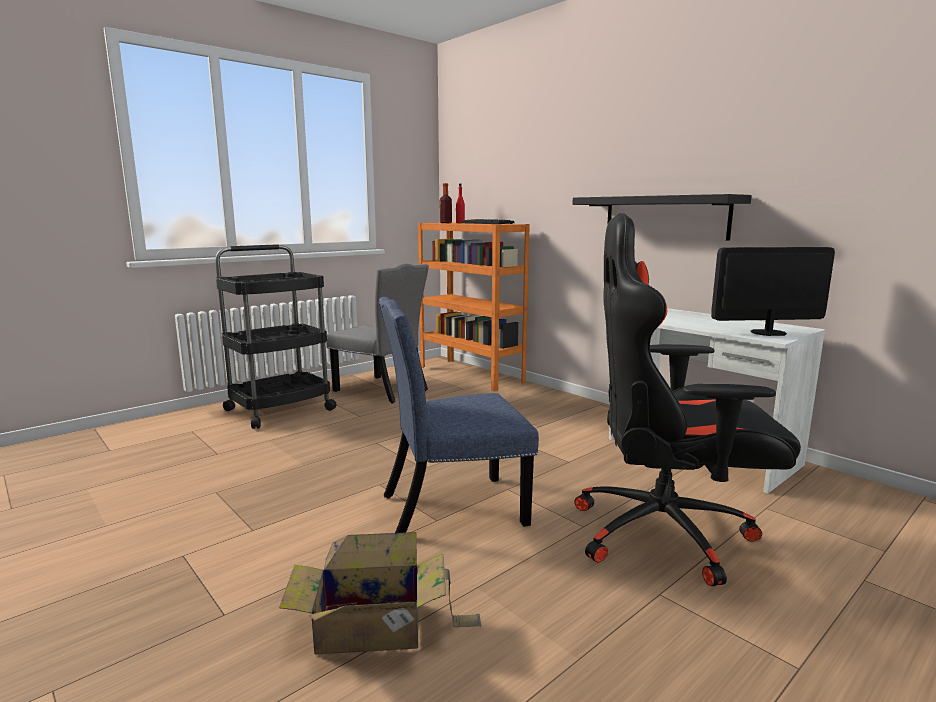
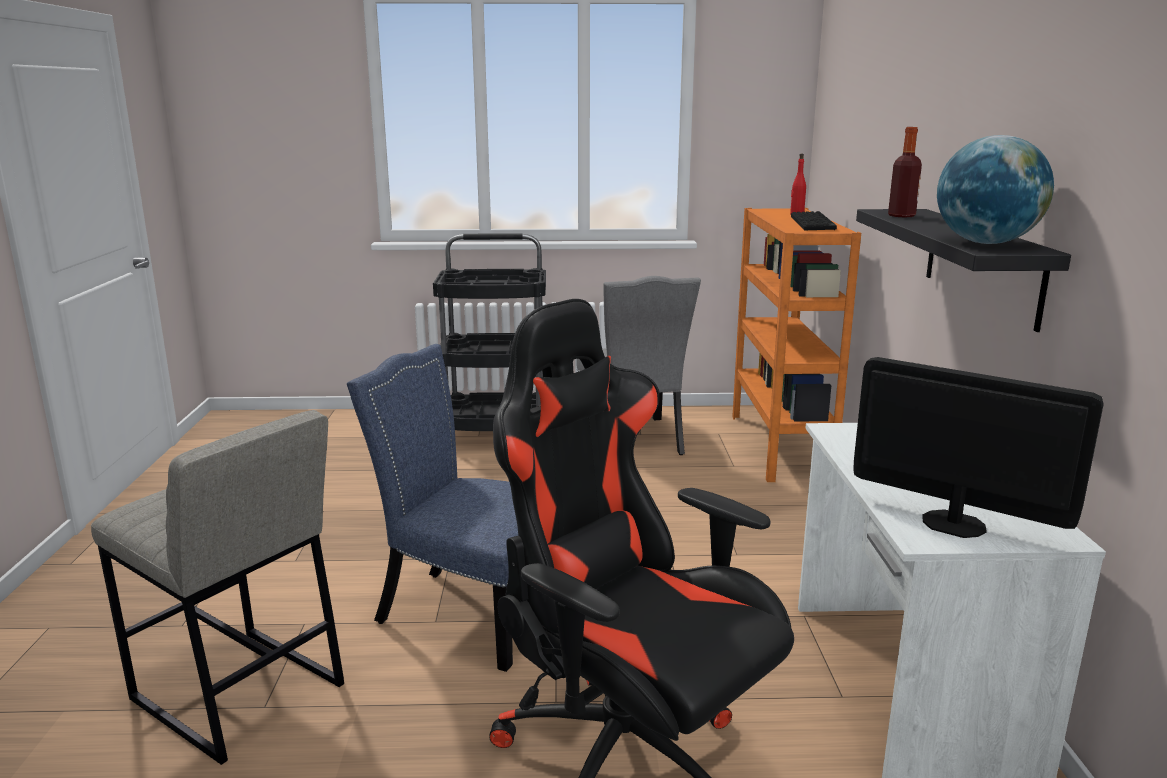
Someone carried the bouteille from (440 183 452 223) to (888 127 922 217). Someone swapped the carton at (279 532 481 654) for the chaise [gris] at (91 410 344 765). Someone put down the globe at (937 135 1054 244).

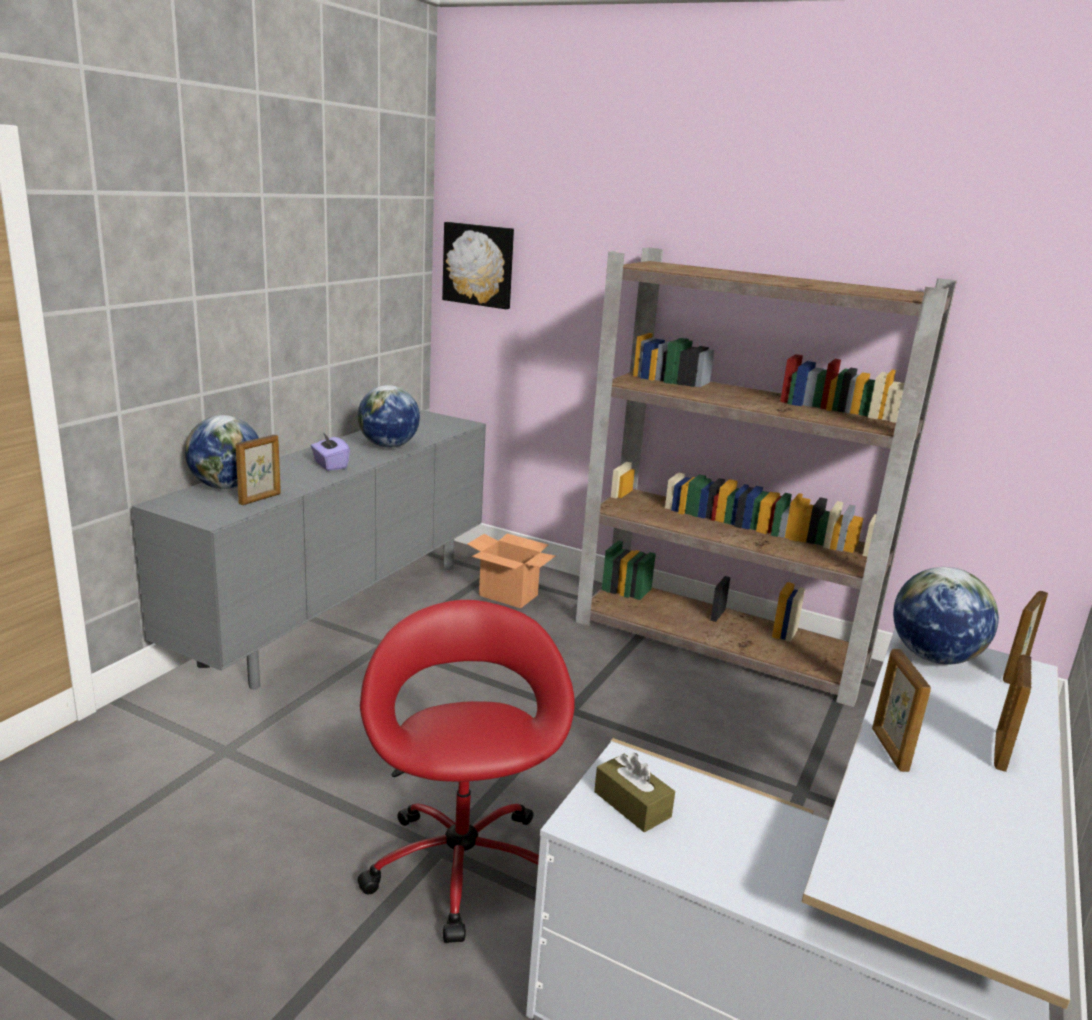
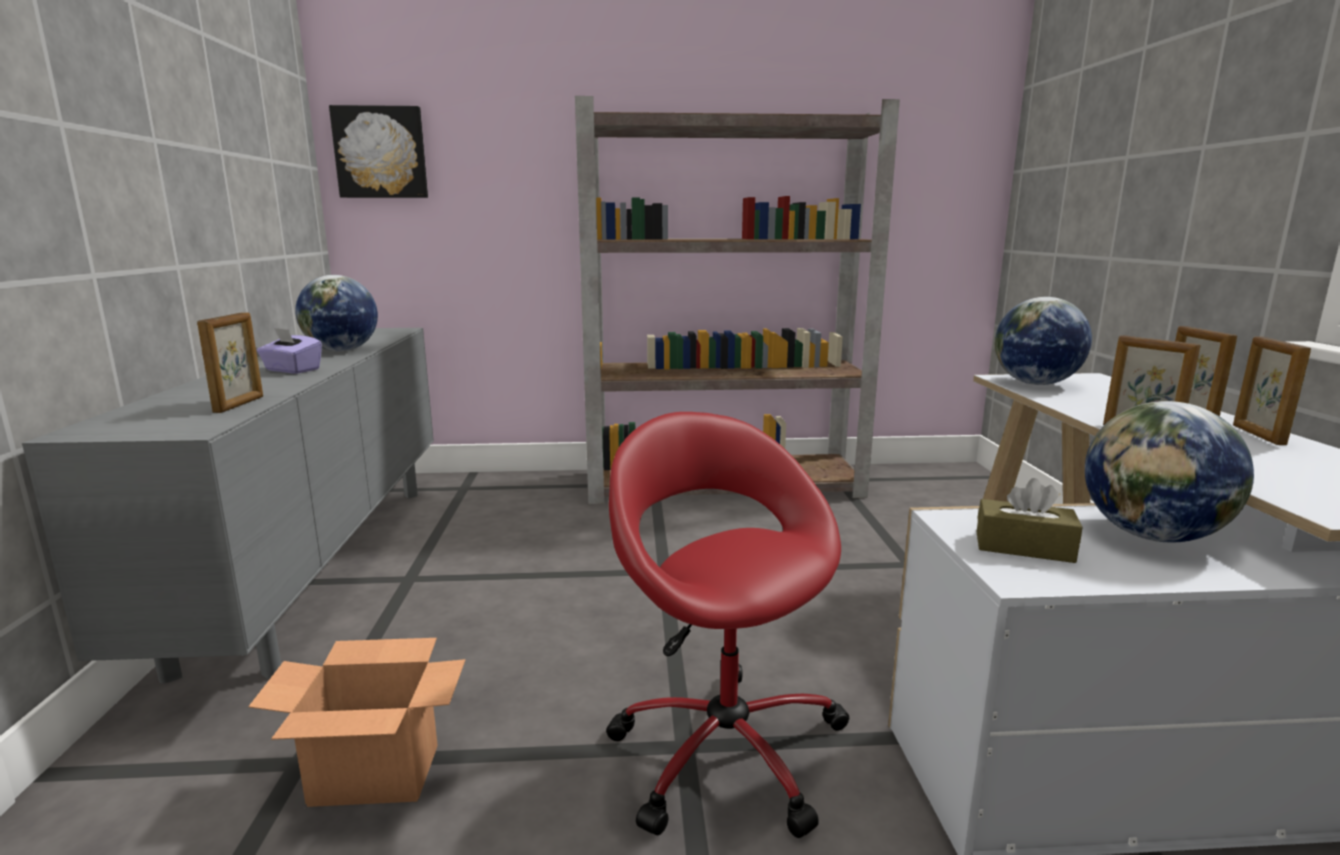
Someone carried the globe from (185 415 259 489) to (1085 401 1254 543). Someone carried the carton from (467 533 555 608) to (248 638 465 807). Someone carried the cadre photo from (1003 591 1048 684) to (1233 336 1311 445).

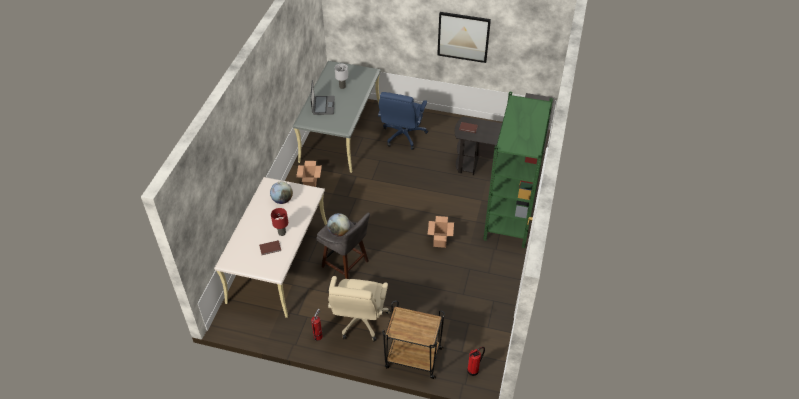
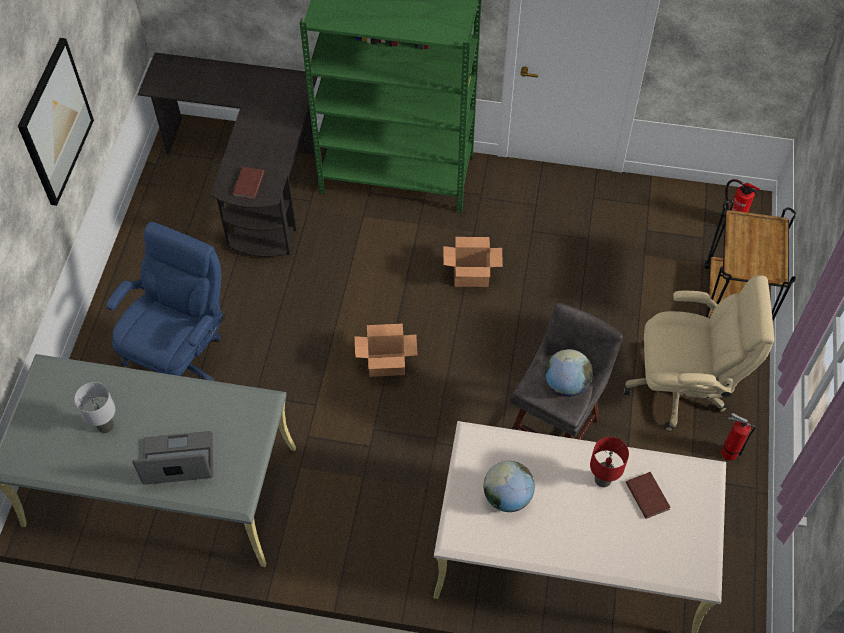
Someone rotated the chaise de bureau [bleu] at (378 92 428 150) by 75 degrees counterclockwise. Someone carried the carton from (296 161 322 187) to (355 324 418 377).

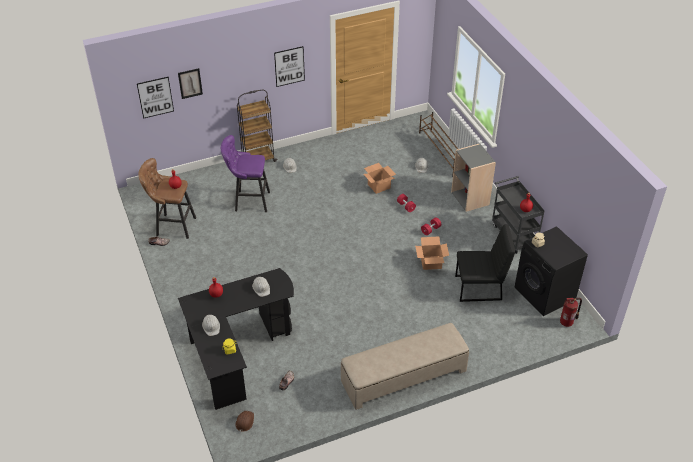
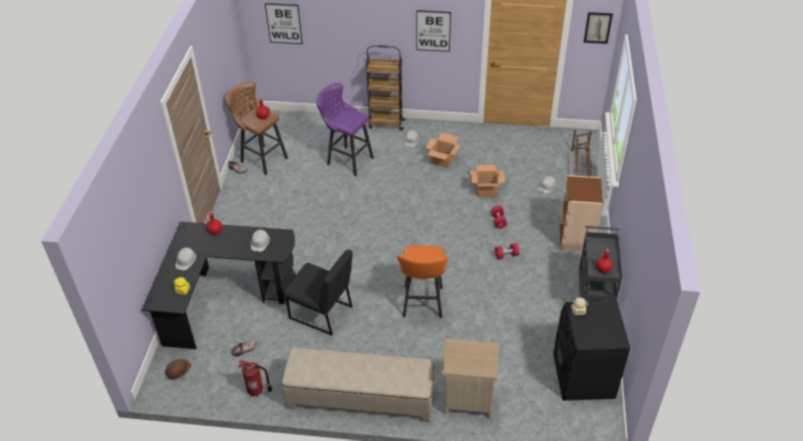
Someone carried the tableau from (178 68 203 99) to (584 12 613 44). Someone repainted the bibliothèque [gris] at (451 143 496 212), which became the bibliothèque [marron] at (560 175 603 252). Someone carried the chaise [noir] from (455 224 515 302) to (283 249 353 336). Someone carried the carton from (415 236 449 270) to (425 132 461 168). Someone carried the extincteur from (560 298 582 327) to (238 360 272 396). Someone put down the tabouret [orange] at (397 245 448 318). Someone put down the table de chevet [beige] at (442 339 499 419).

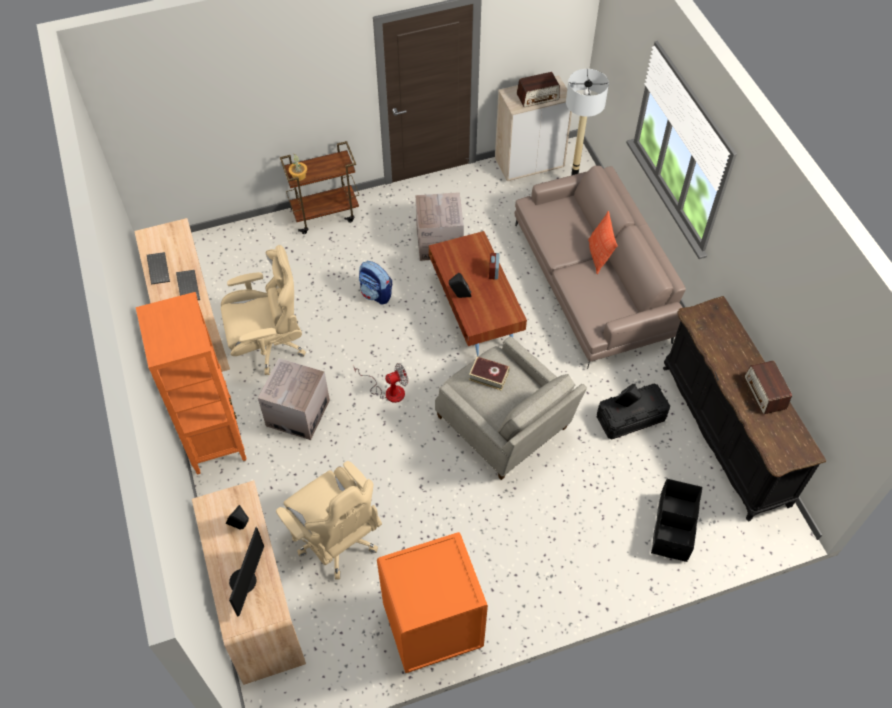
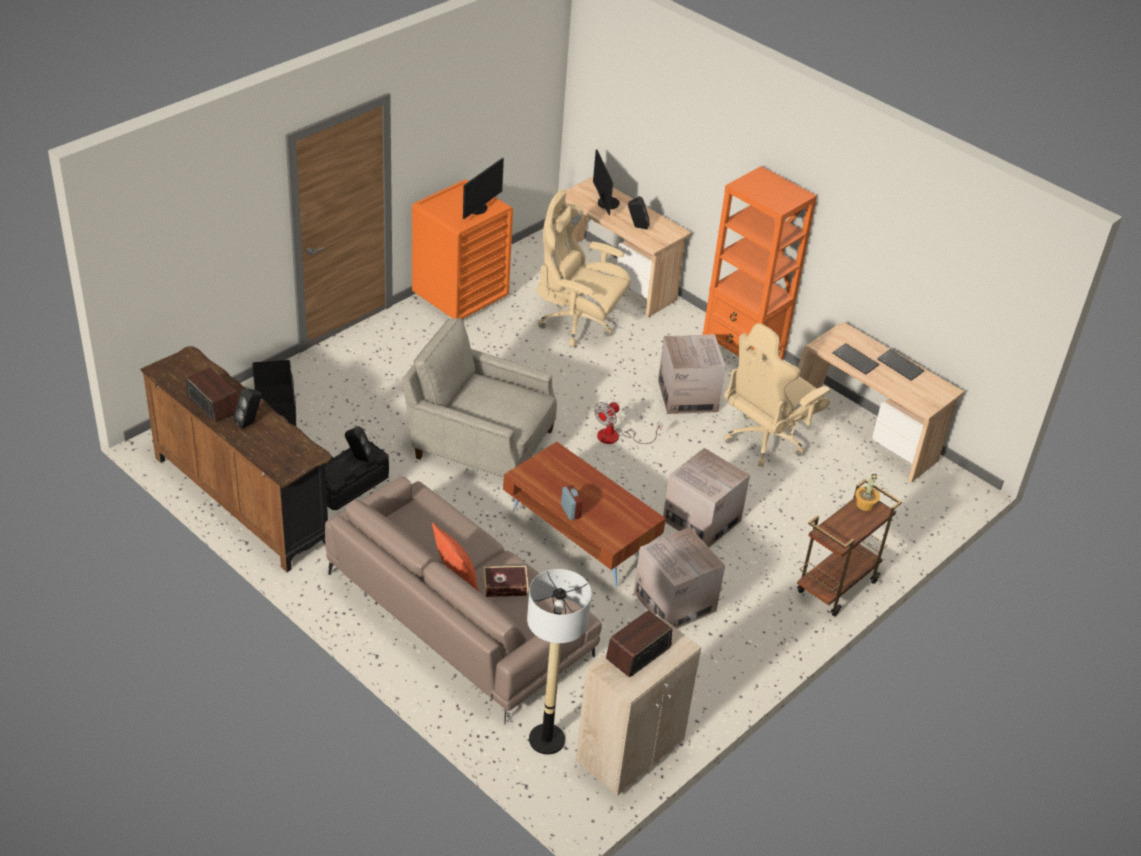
Someone swapped the sac à dos at (359 261 392 305) for the carton at (663 448 750 547). Someone carried the enceinte [noir] from (449 273 471 298) to (233 388 261 429). Someone carried the livre from (469 356 510 391) to (483 566 528 597). Someone put down the écran d'ordinateur at (463 158 504 219).

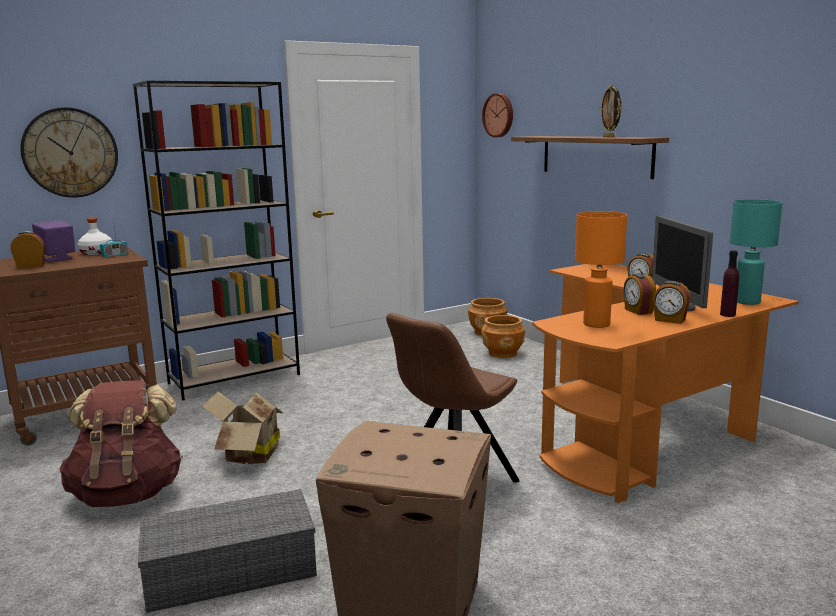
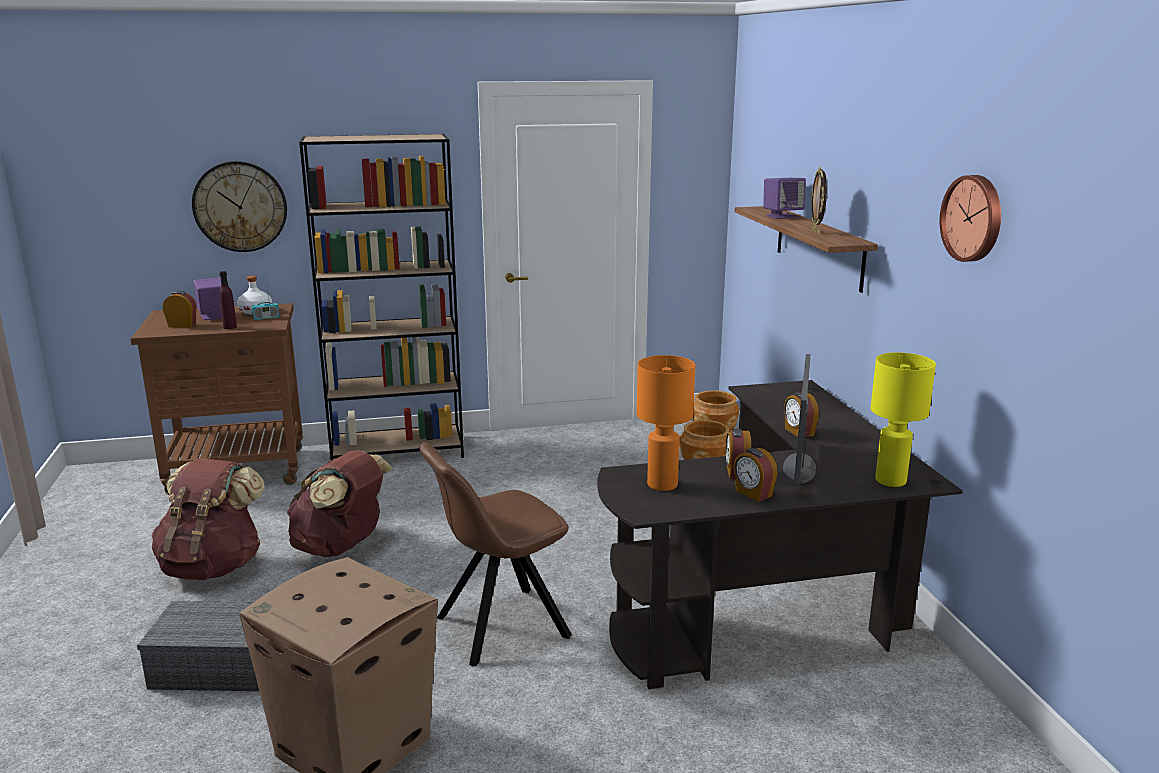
Someone carried the horloge murale from (482 93 513 137) to (940 175 1001 262). Someone repainted the lampe de table [turquoise] at (730 199 782 305), which became the lampe de table [jaune] at (870 352 936 487). Someone carried the bouteille [violet] from (720 250 739 317) to (219 271 237 329). Someone repainted the bureau [orange] at (532 264 799 503), which became the bureau [noir] at (597 380 963 689). Someone swapped the carton at (202 392 283 464) for the sac à dos [marron] at (287 450 393 557). Someone put down the enceinte [violet] at (763 178 806 219).

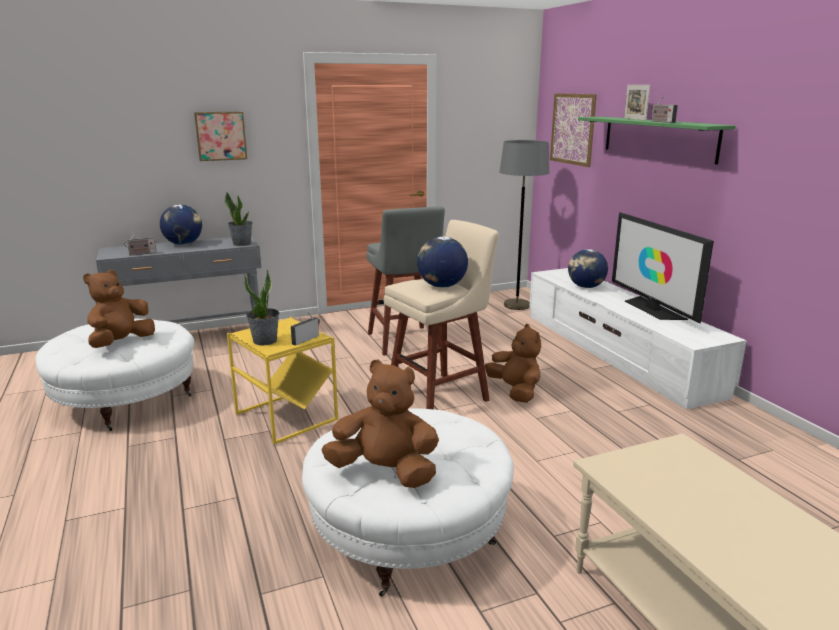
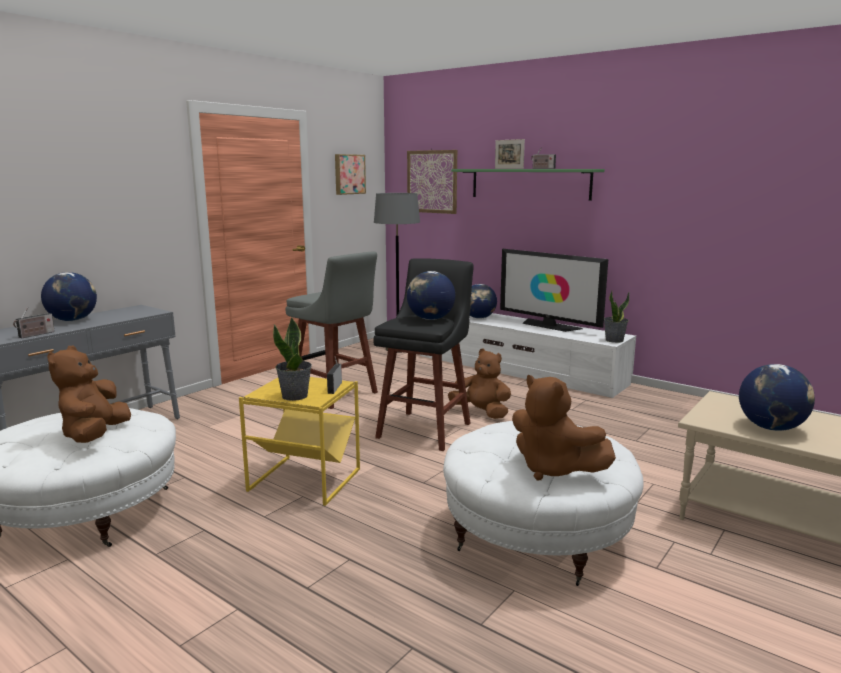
Someone carried the tableau from (194 112 247 161) to (335 154 366 195). Someone carried the plante en pot from (225 191 253 246) to (604 290 630 343). Someone repainted the tabouret [beige] at (384 220 499 409), which became the tabouret [noir] at (374 258 474 451). Someone rotated the peluche [marron] at (321 360 439 488) by 120 degrees counterclockwise. Someone put down the globe at (739 364 815 431).

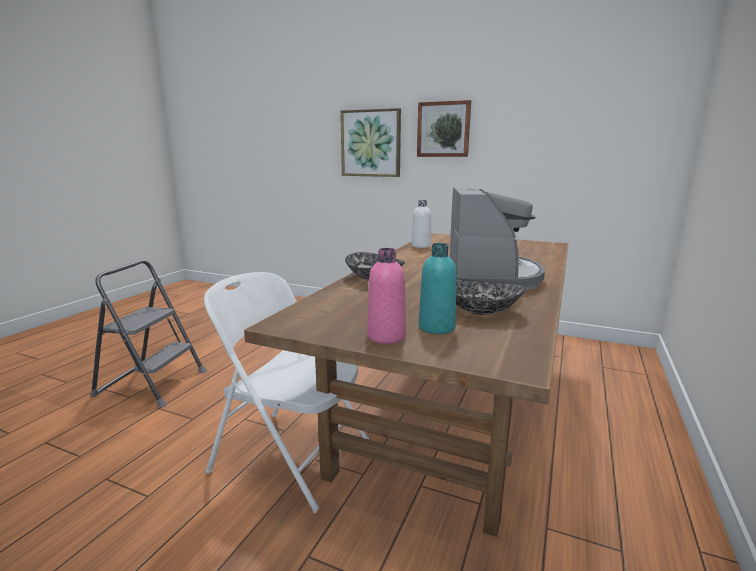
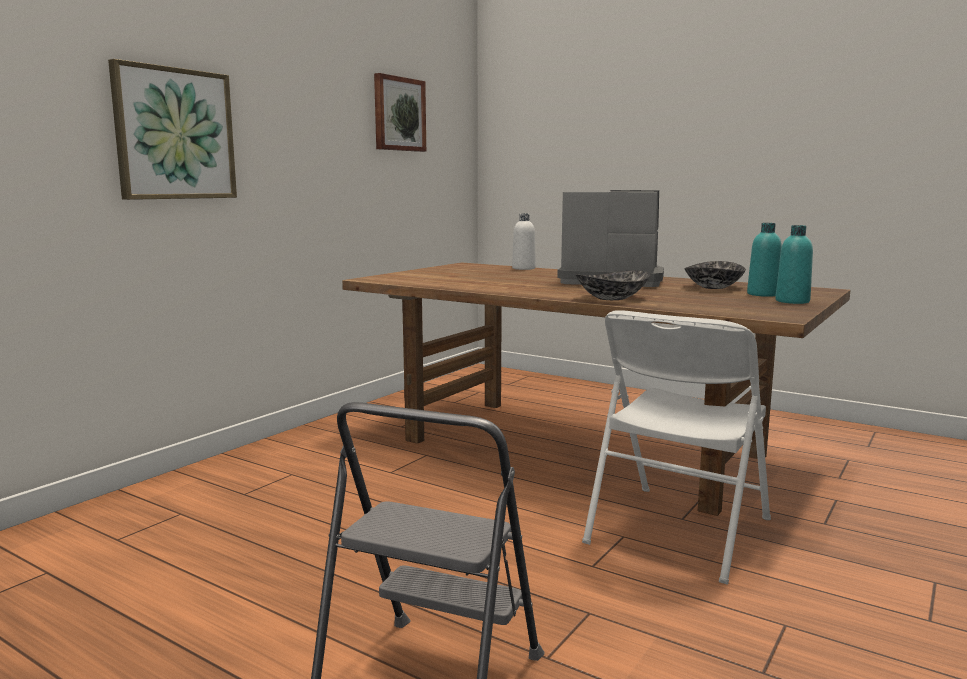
Someone carried the tableau from (417 100 471 157) to (374 73 426 152). Someone carried the bouteille [blanc] from (412 200 431 248) to (512 214 536 270). Someone repainted the bouteille [rose] at (367 248 406 344), which became the bouteille [turquoise] at (775 225 813 304).

